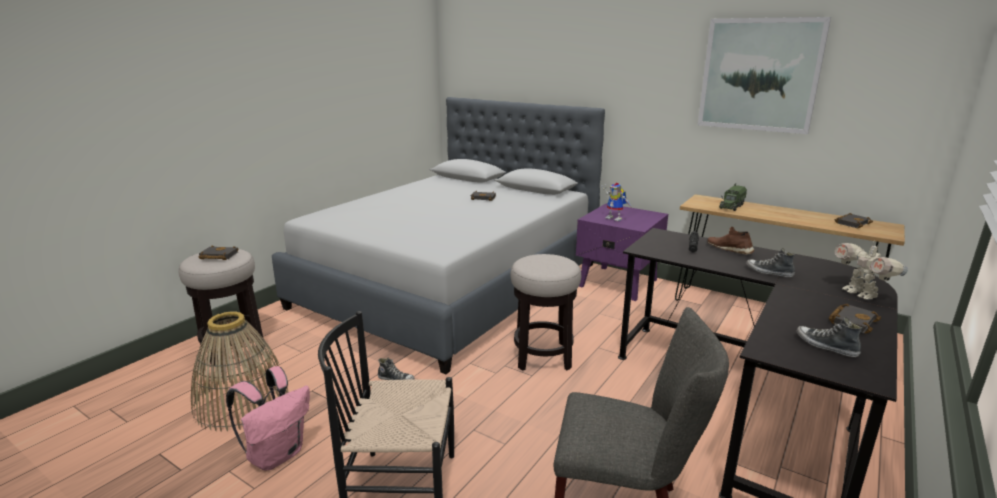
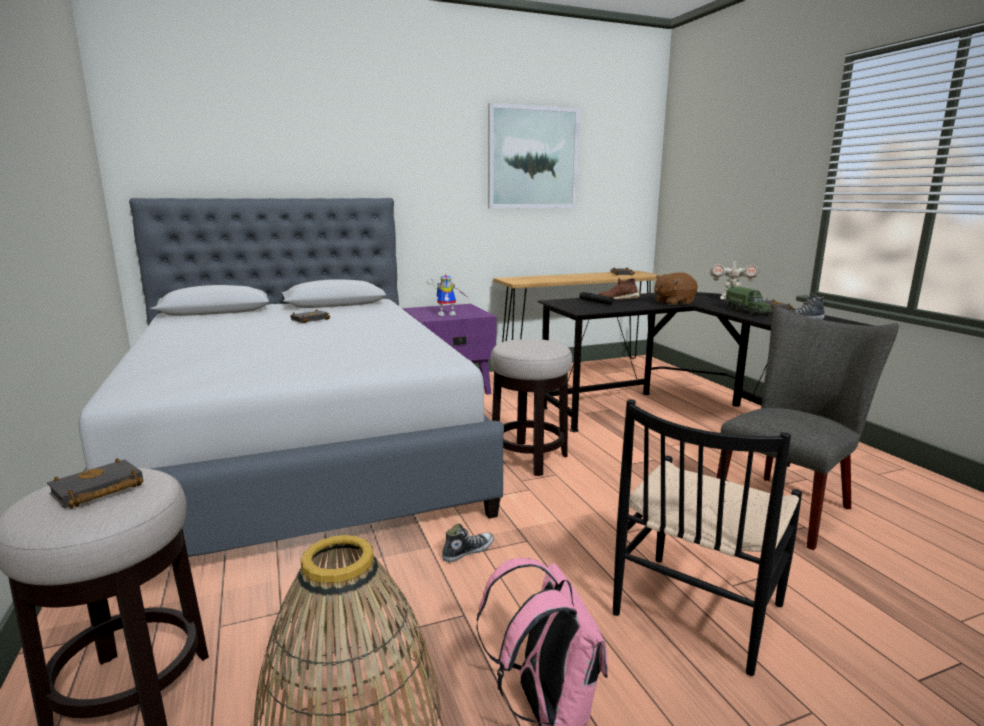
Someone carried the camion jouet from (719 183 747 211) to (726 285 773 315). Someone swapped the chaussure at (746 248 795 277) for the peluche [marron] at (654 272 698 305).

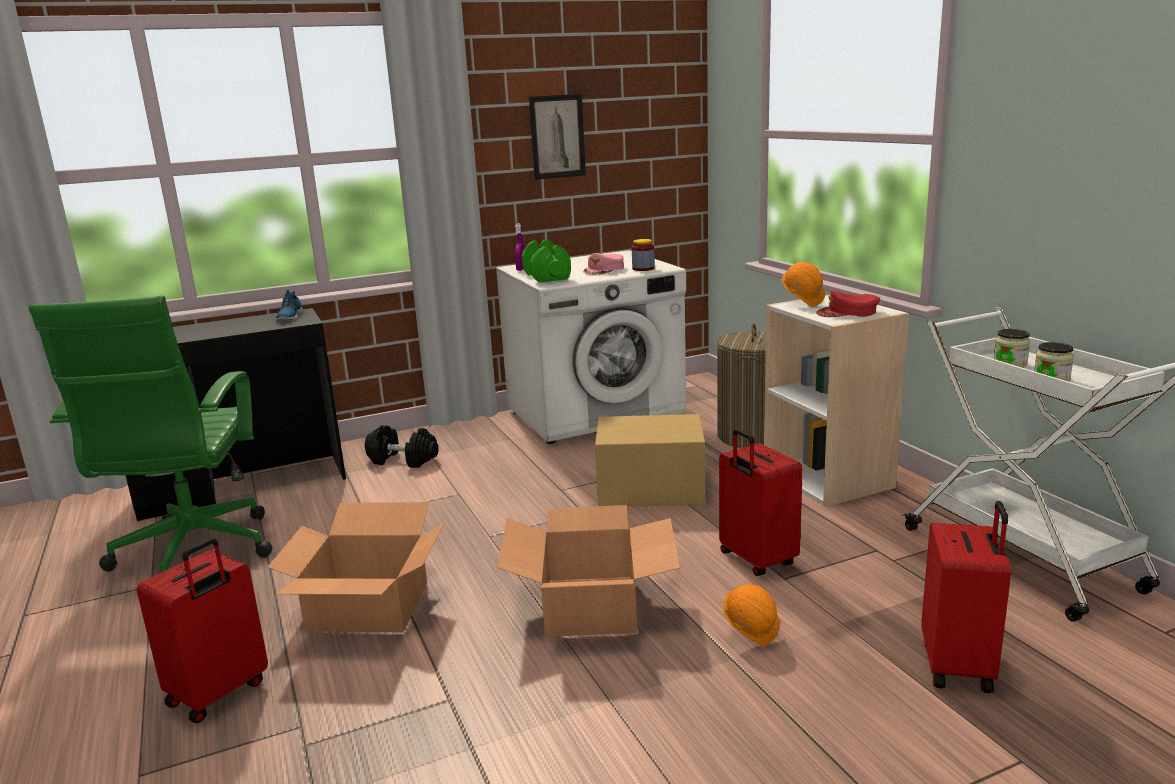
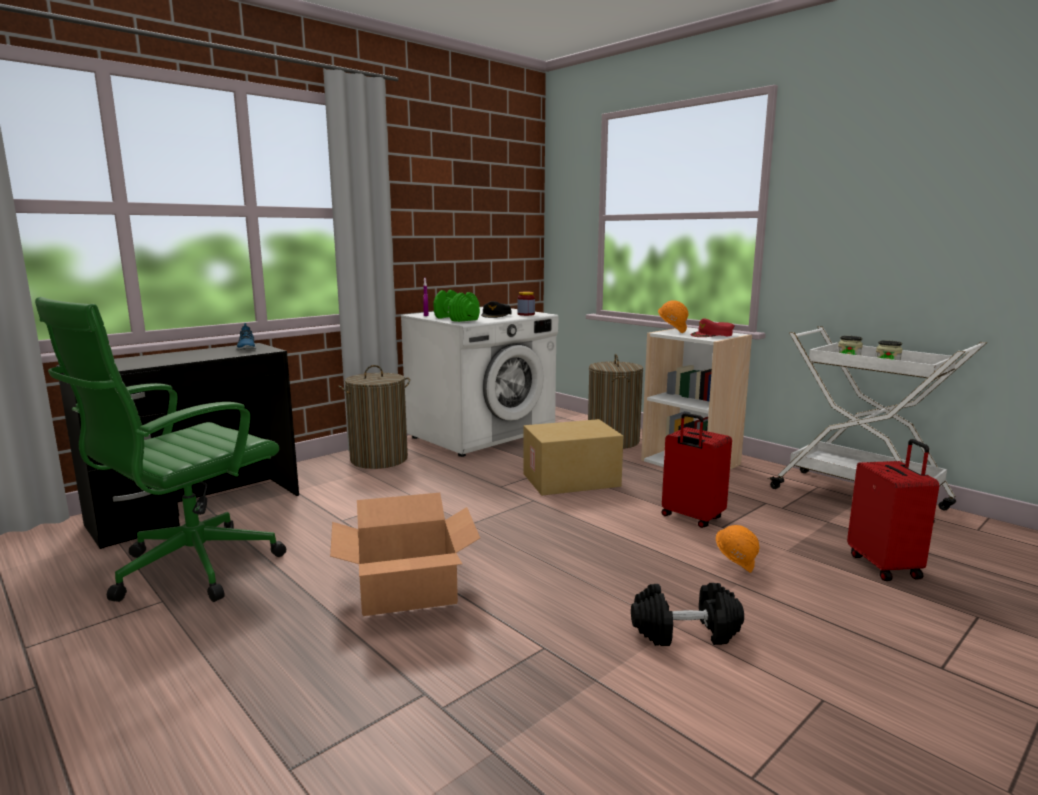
Someone took away the tableau at (529 94 586 180). Someone repainted the casquette [rose] at (583 253 624 275), which became the casquette [noir] at (481 301 511 318). Someone rotated the chaise de bureau [vert] at (29 295 272 573) by 60 degrees clockwise. Someone carried the haltère [noir] from (365 425 439 468) to (631 583 744 646). Someone took away the carton at (497 505 680 637). Someone took away the valise [rouge] at (137 538 268 723). Someone put down the panier à linge at (338 365 410 469).

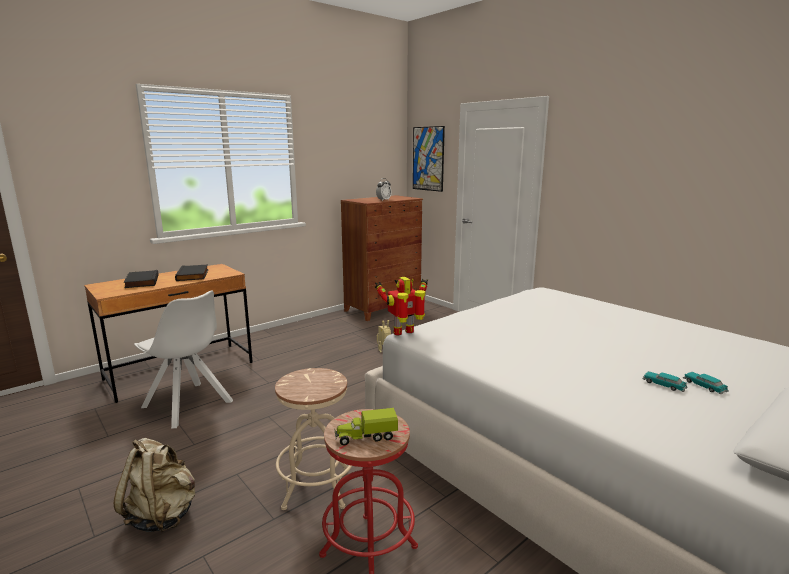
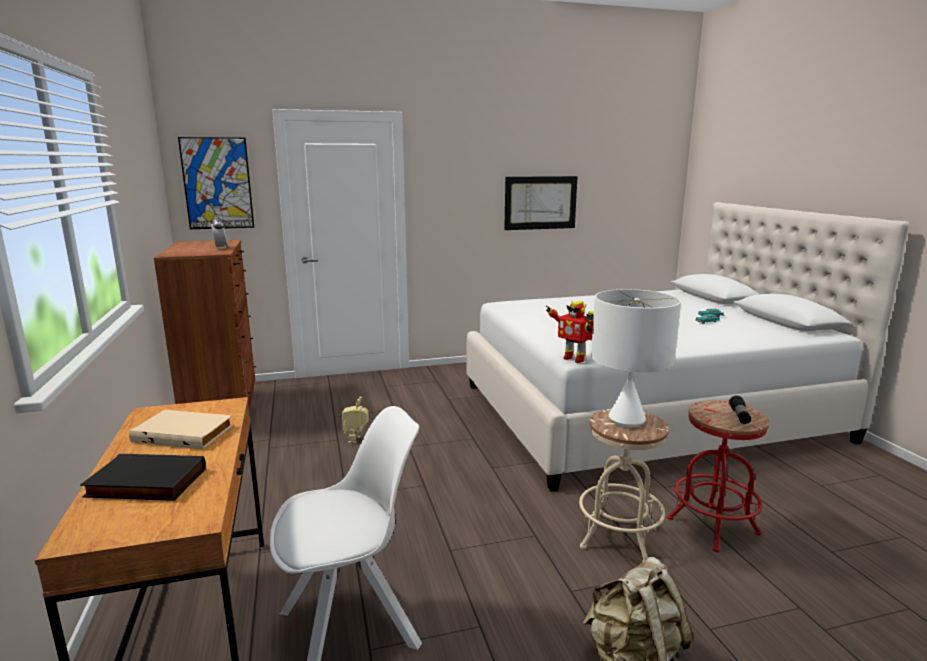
Someone repainted the livre [noir] at (175 264 208 281), which became the livre [beige] at (129 410 233 449). Someone rotated the robot jouet at (375 277 428 335) by 45 degrees counterclockwise. Someone swapped the camion jouet at (334 408 398 445) for the lampe de poche at (729 395 751 424). Someone put up the tableau at (504 176 578 230). Someone put down the lampe de table [blanc] at (591 289 681 428).

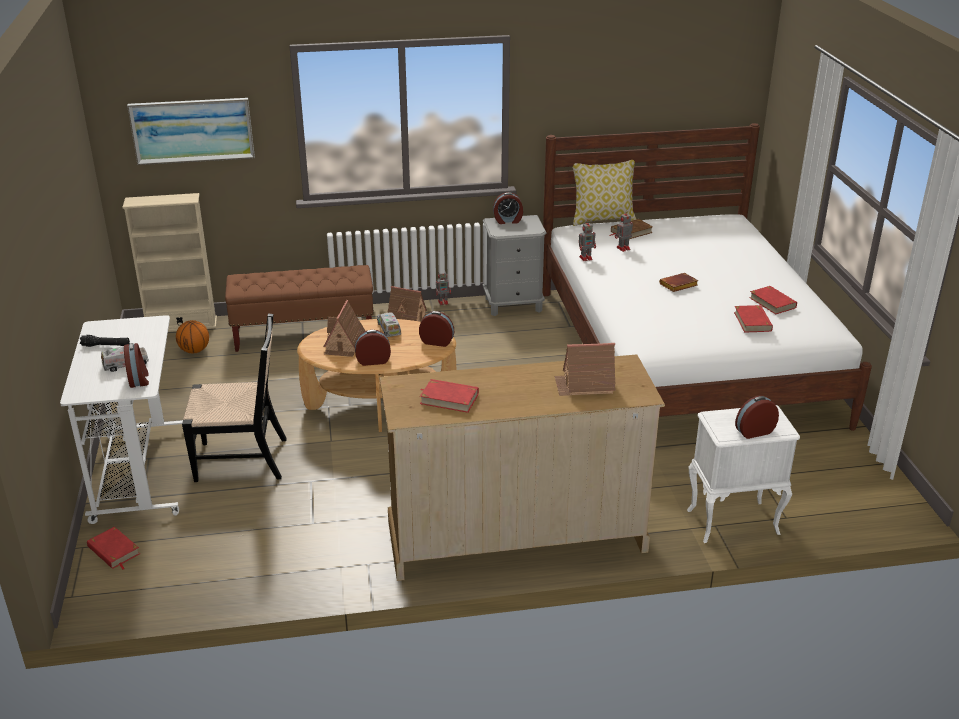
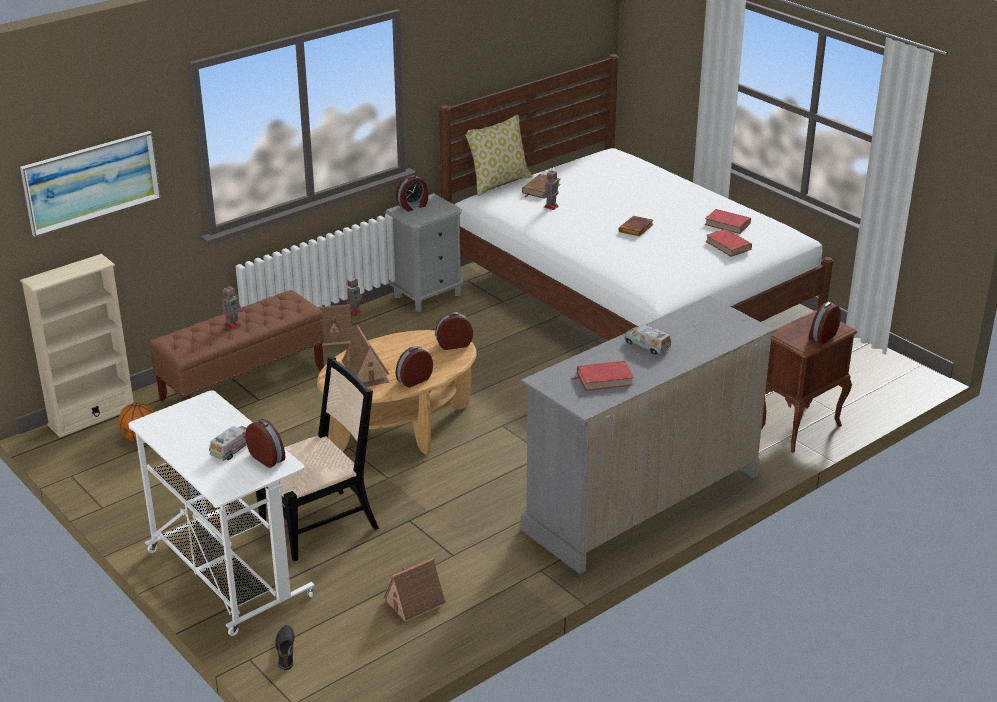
Someone carried the robot jouet from (579 222 596 261) to (222 283 242 329). Someone carried the camion jouet from (377 313 401 337) to (625 325 671 355). Someone took away the lampe de poche [noir] at (80 335 130 347). Someone carried the maison miniature from (554 343 616 396) to (379 558 446 626). Someone repainted the commode [marron] at (379 354 665 581), which became the commode [gris] at (521 296 775 574). Someone repainted the table de chevet [blanc] at (687 405 800 543), which became the table de chevet [marron] at (761 311 857 453). Someone swapped the livre [rouge] at (87 526 140 570) for the chaussure [noir] at (275 625 295 670).

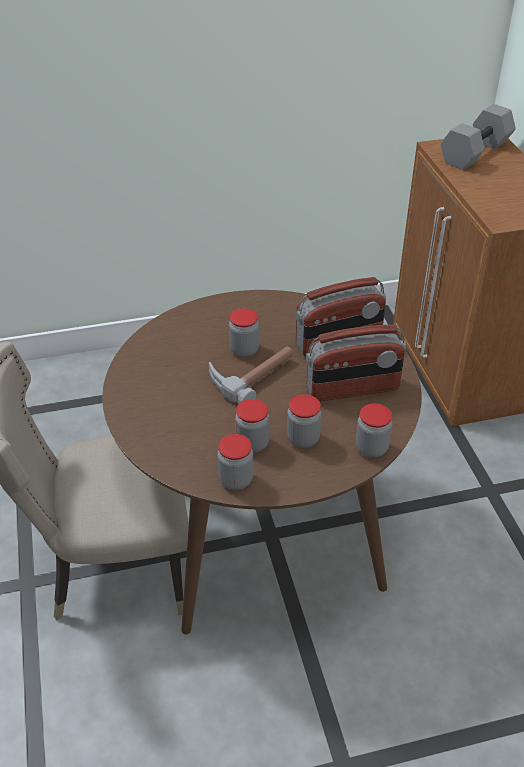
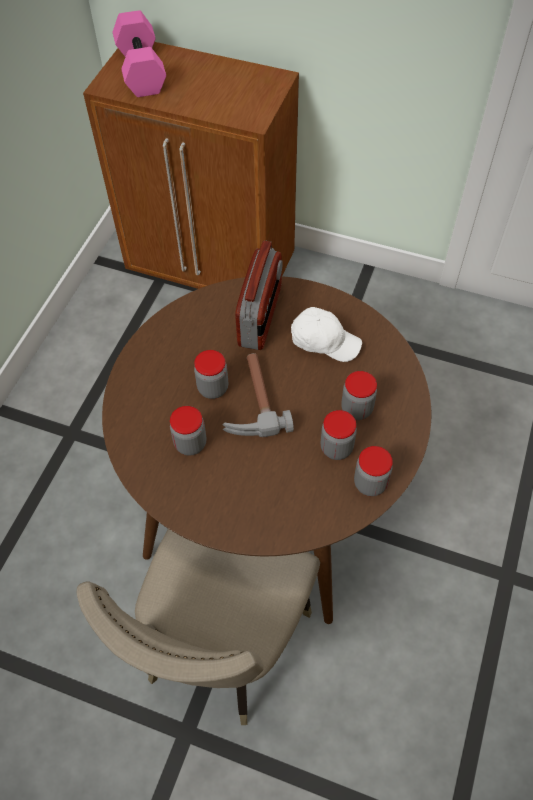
Someone repainted the haltère [gris] at (440 104 516 170), which became the haltère [rose] at (113 10 166 97). Someone swapped the radio at (306 324 406 402) for the casquette [blanc] at (291 307 362 362). Someone carried the bocal from (356 403 392 458) to (170 406 207 456).

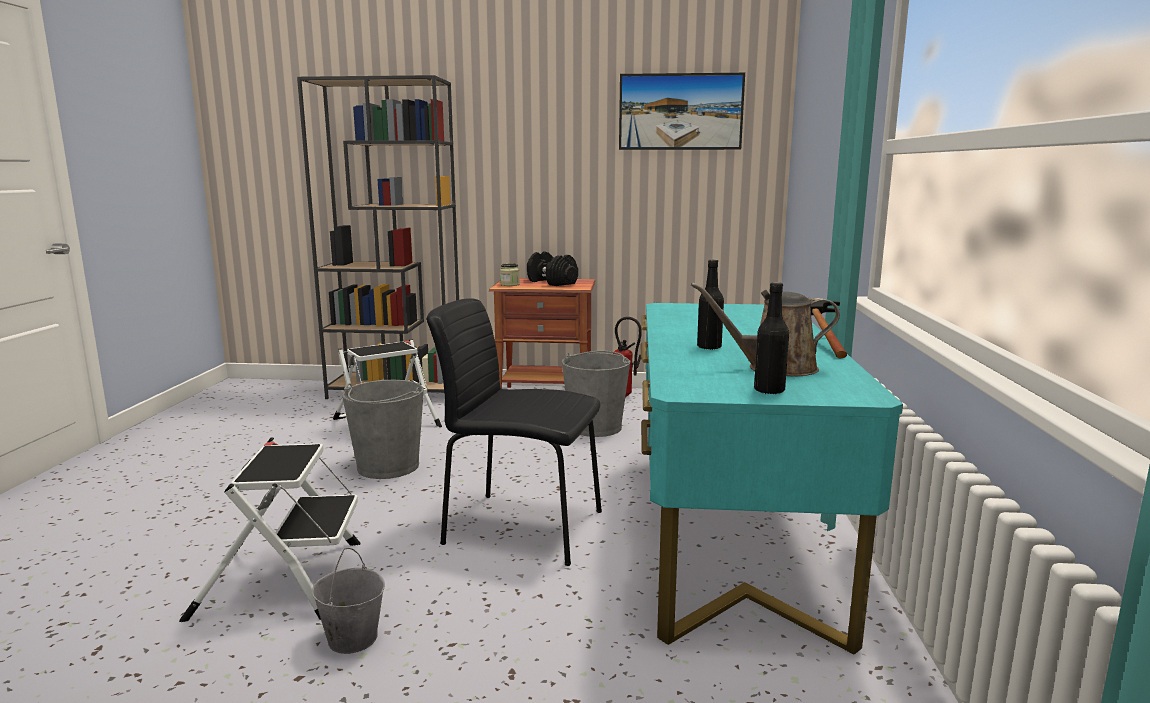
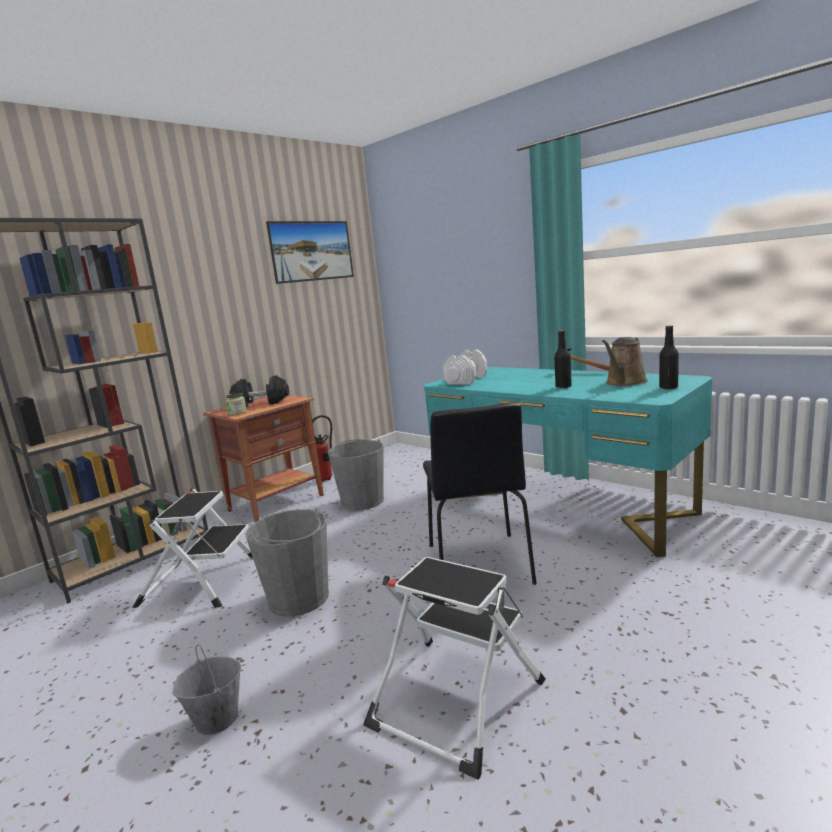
Someone rotated the chaise [noir] at (426 298 602 566) by 60 degrees counterclockwise. Someone carried the seau [gris] from (312 548 385 654) to (172 645 241 735). Someone put down the haltère [blanc] at (443 349 487 384).

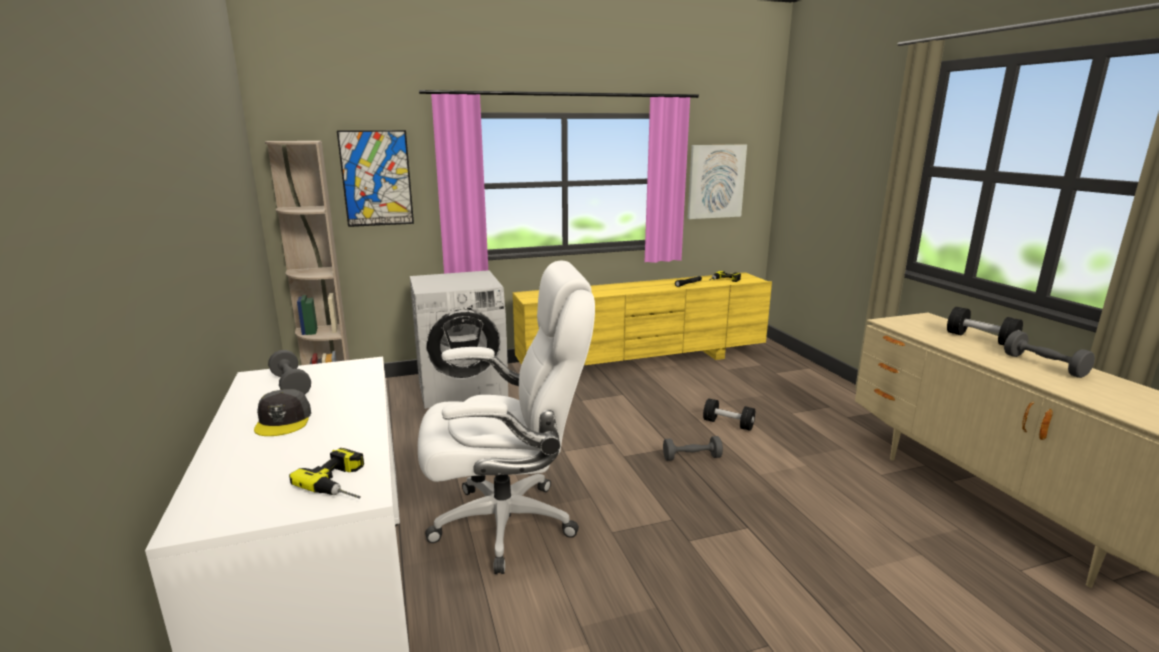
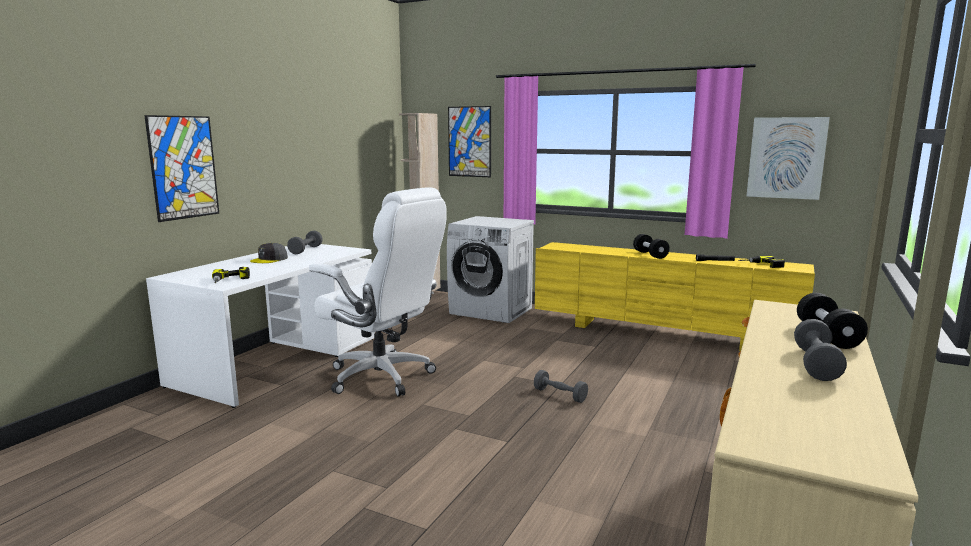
Someone carried the haltère [noir] from (703 398 755 431) to (633 234 670 259). Someone put up the tableau at (144 115 219 222).

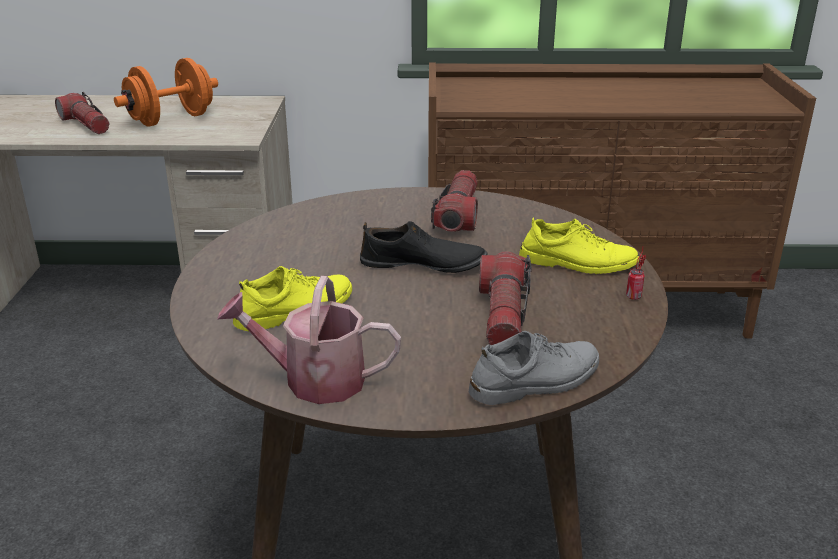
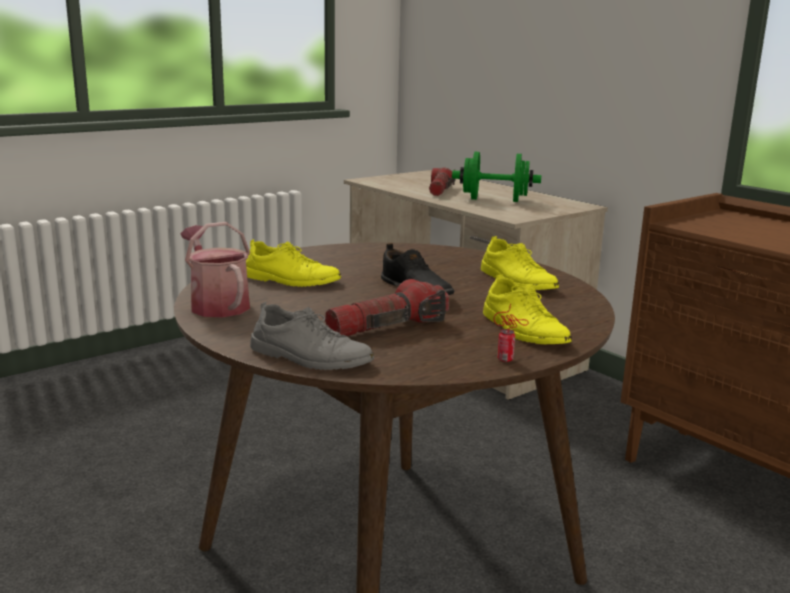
Someone repainted the haltère [orange] at (114 58 218 127), which became the haltère [vert] at (452 152 541 202). Someone swapped the lampe de poche at (431 170 478 232) for the chaussure [jaune] at (481 236 559 290).

